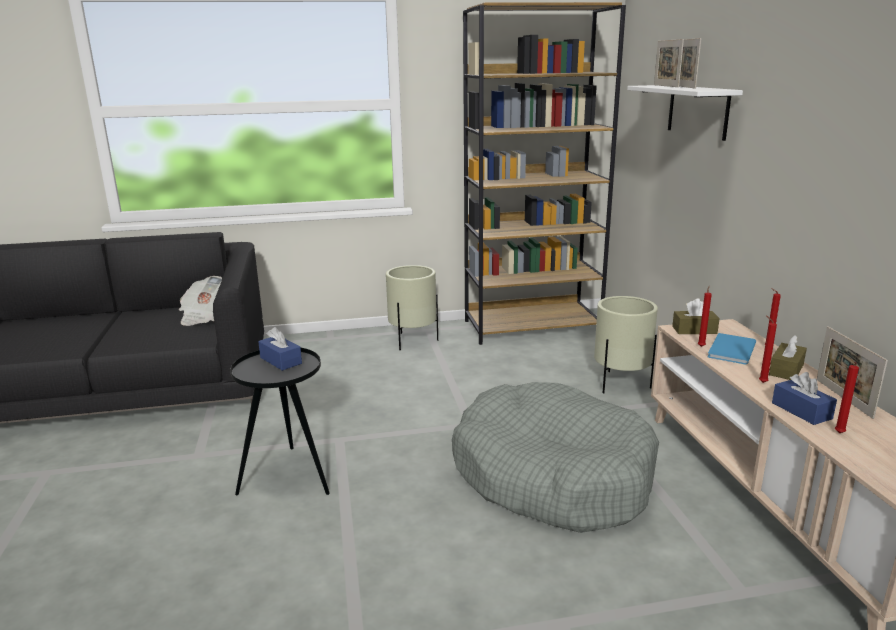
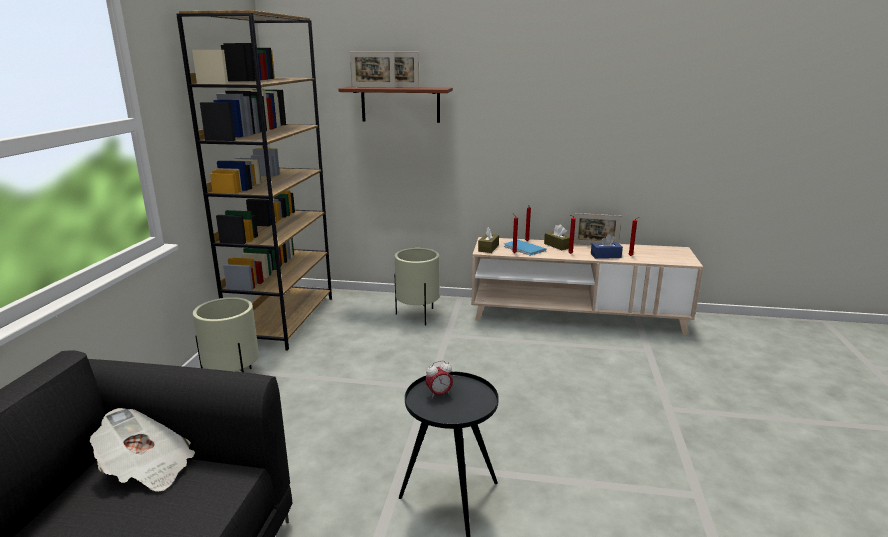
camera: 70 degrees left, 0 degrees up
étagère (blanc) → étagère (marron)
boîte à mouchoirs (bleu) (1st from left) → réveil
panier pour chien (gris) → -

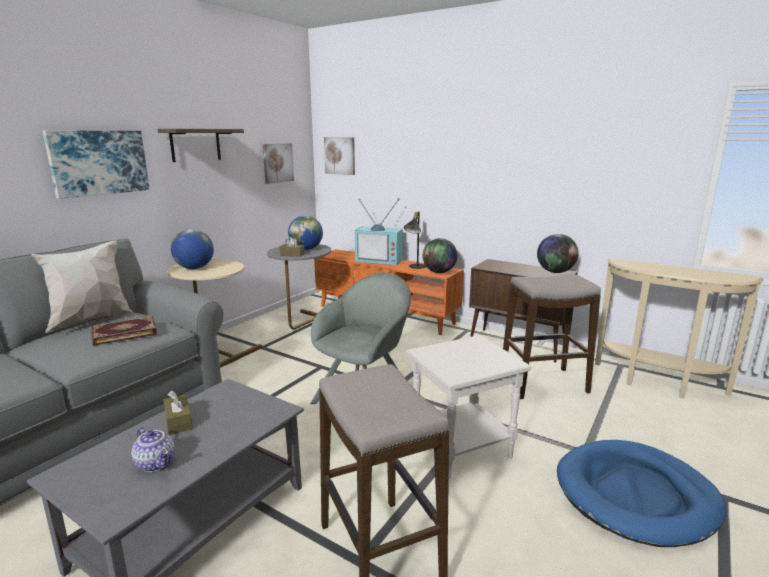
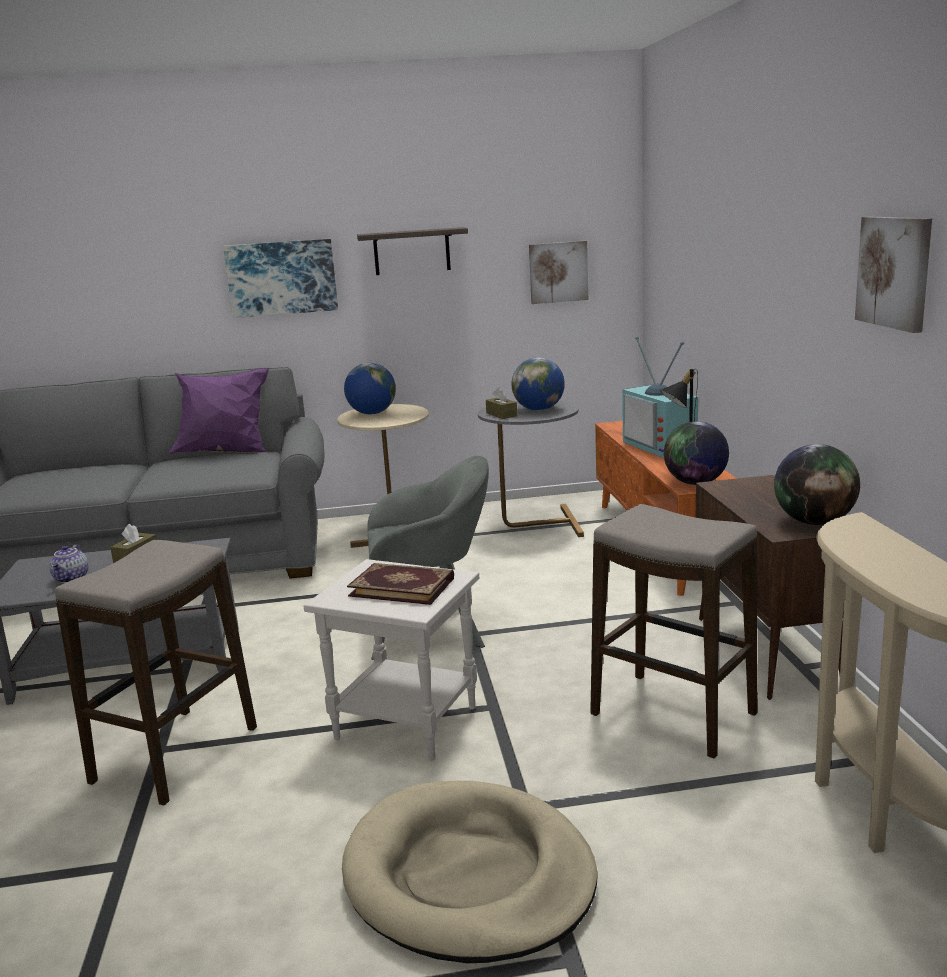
camera: 50 degrees right, 0 degrees up
coussin (blanc) → coussin (violet)
panier pour chien (bleu) → panier pour chien (beige)
livre, move
tableau (3rd from left), move

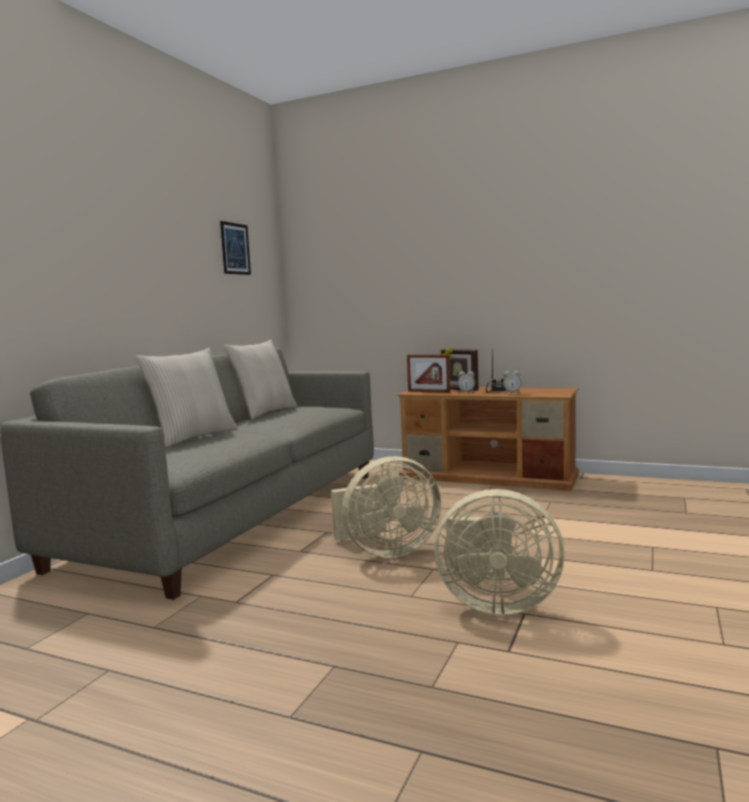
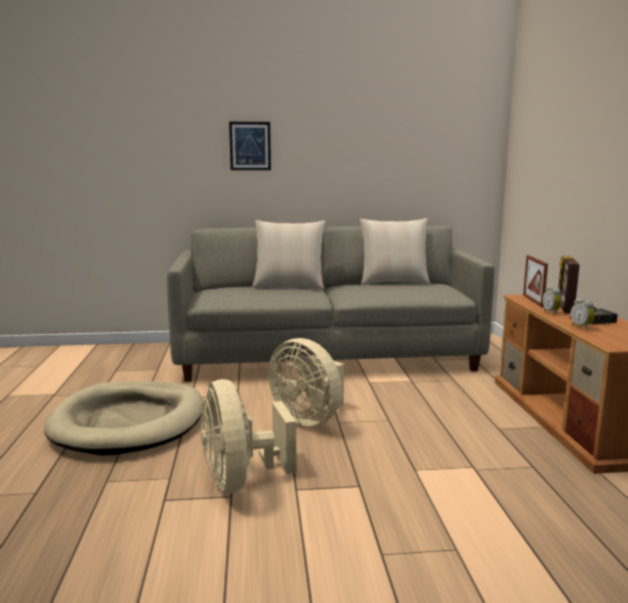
camera: 60 degrees right, 5 degrees up
- → panier pour chien (beige)
tableau, move

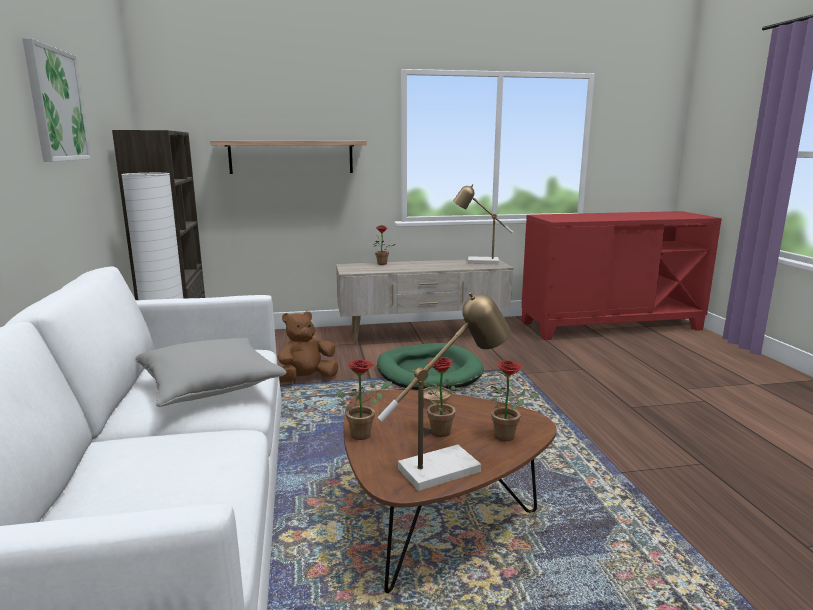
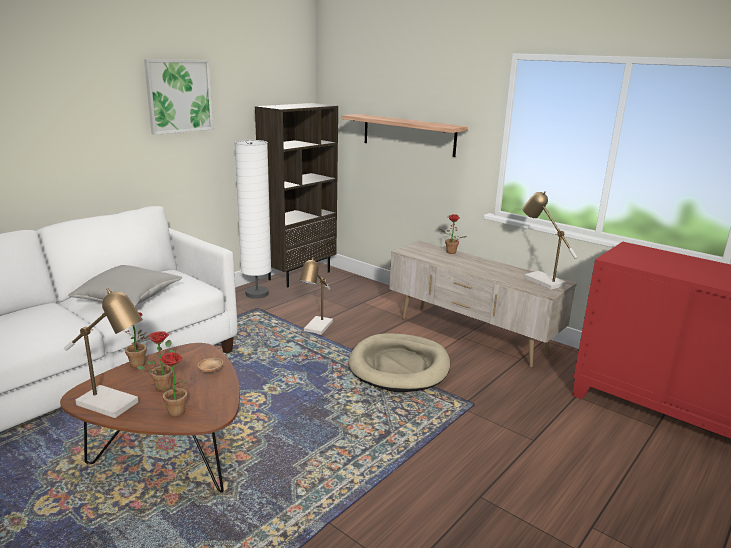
camera: 50 degrees right, 5 degrees up
peluche (marron) → lampe de table (2nd from left)
panier pour chien (vert) → panier pour chien (beige)

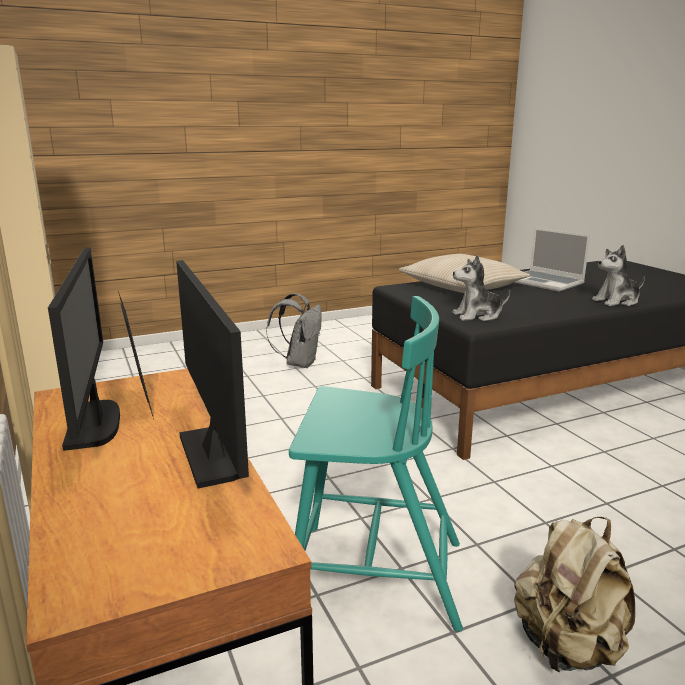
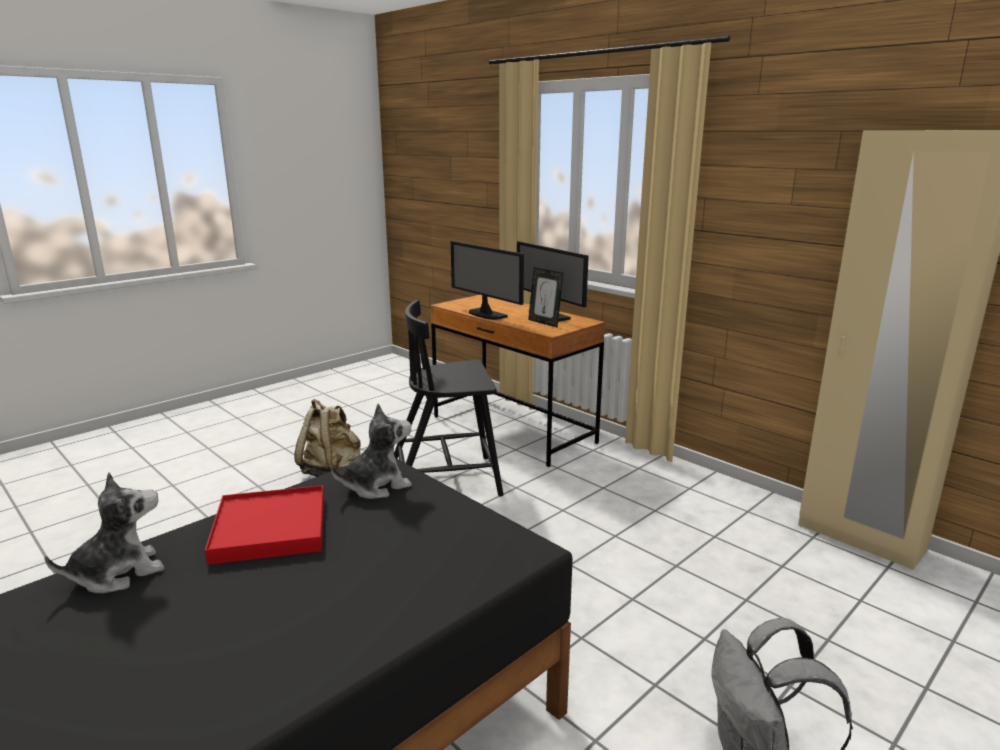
camera: 160 degrees right, 0 degrees up
- → plateau (rouge)
chaise (turquoise) → chaise (noir)
coussin (beige) → -
ordinateur portable → -

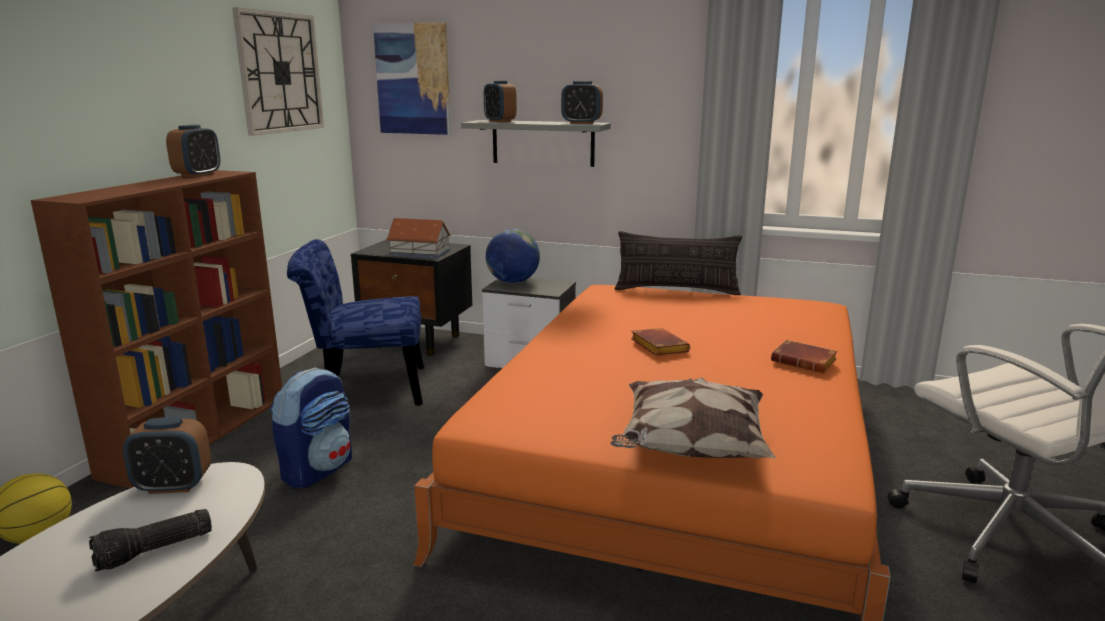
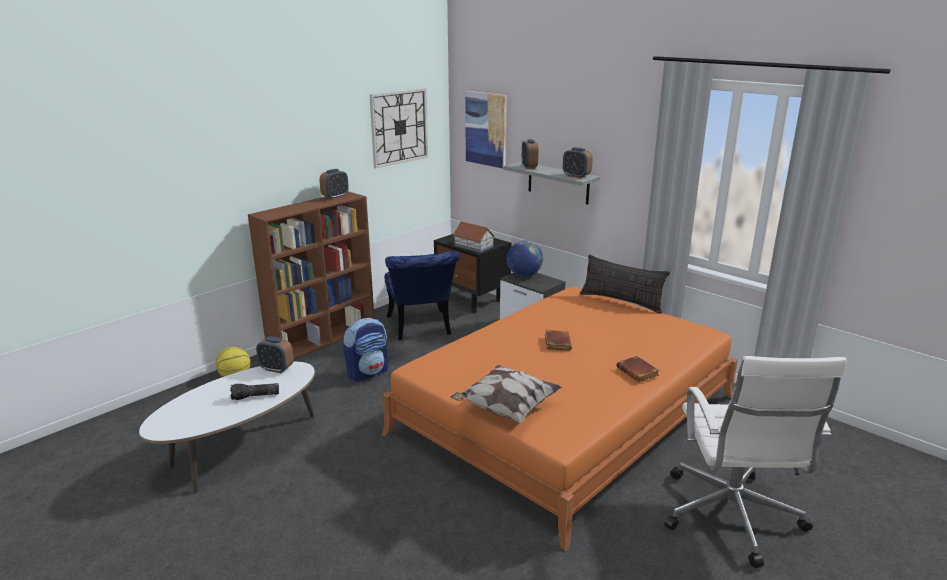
camera: 25 degrees right, 5 degrees up
chaise (bleu), 120 degrees counterclockwise

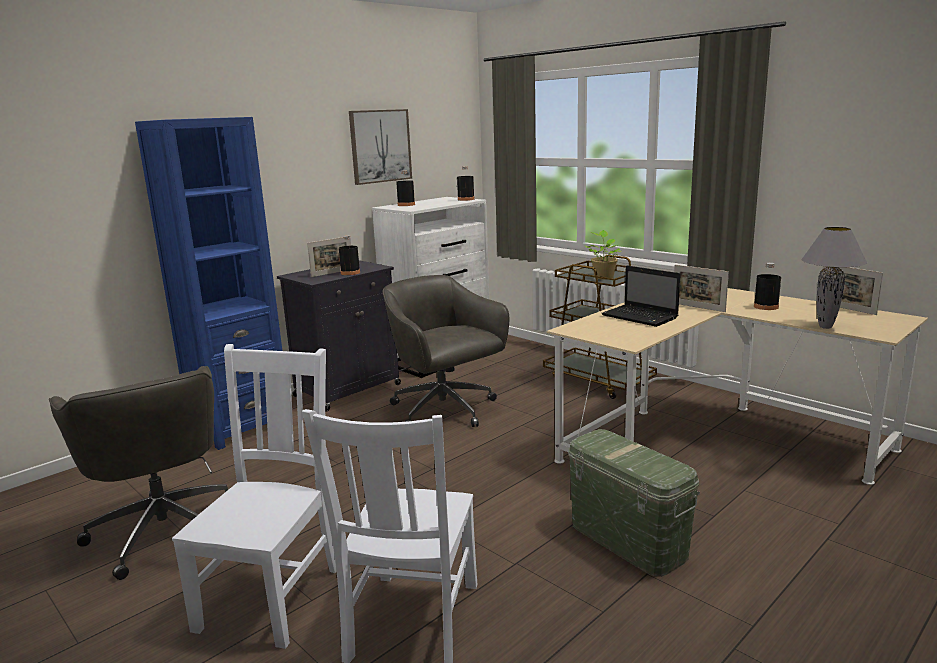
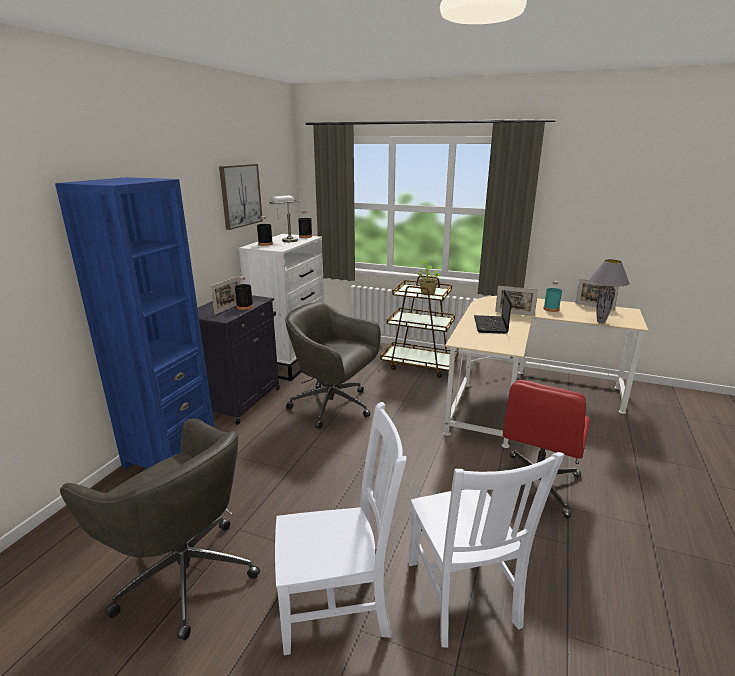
camera: 25 degrees left, 5 degrees up
- → lampe de table (gris) (1st from left)
chaise (blanc) (1st from left), 90 degrees clockwise
ordinateur portable, 75 degrees clockwise
boîte de rangement (vert) → chaise de bureau (rouge)
bouteille (noir) (4th from left) → bouteille (turquoise)

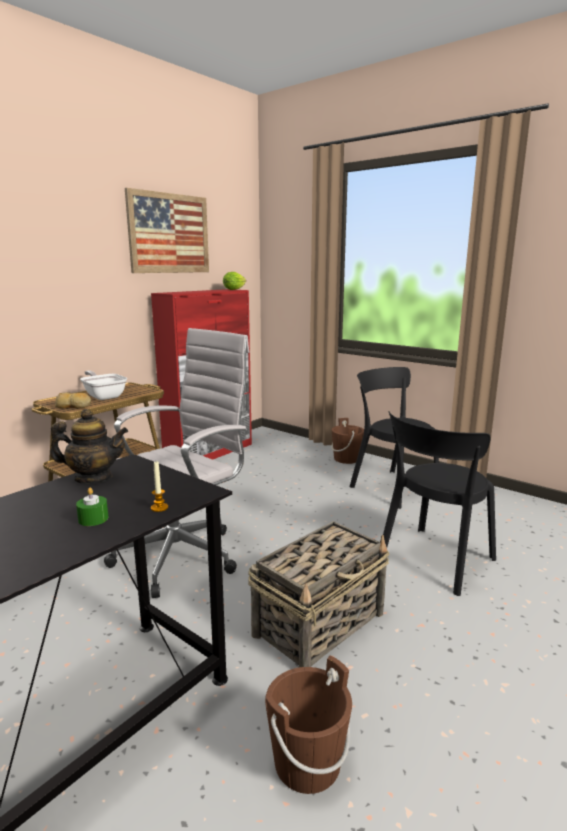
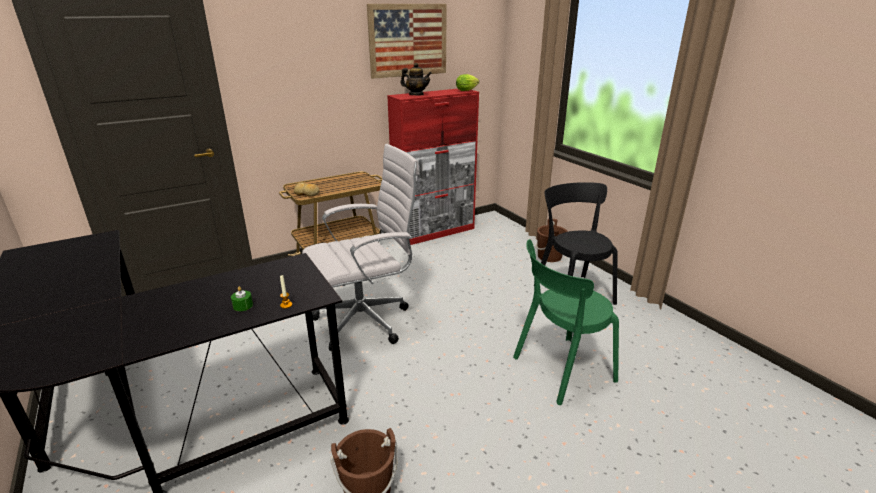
camera: 20 degrees right, 10 degrees up
théière, move
chaise (noir) (2nd from left) → chaise (vert)
poêle → -
panier → -

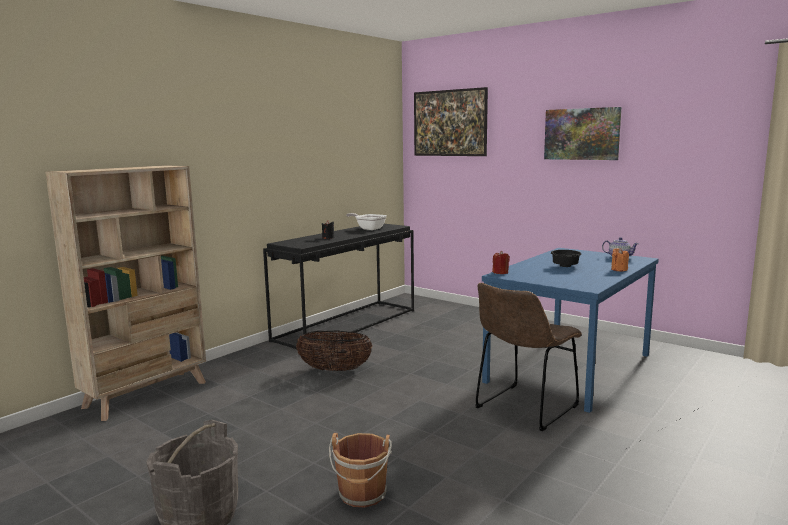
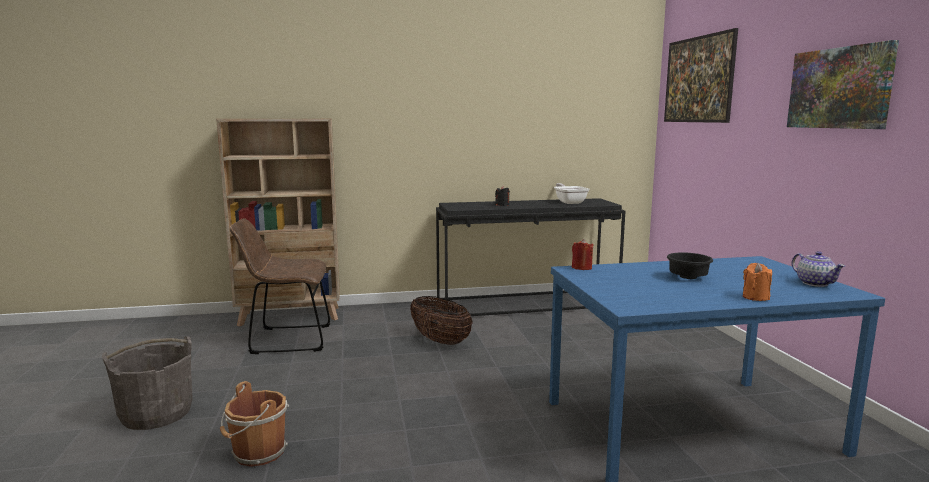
camera: 40 degrees right, 0 degrees up
chaise (marron), move

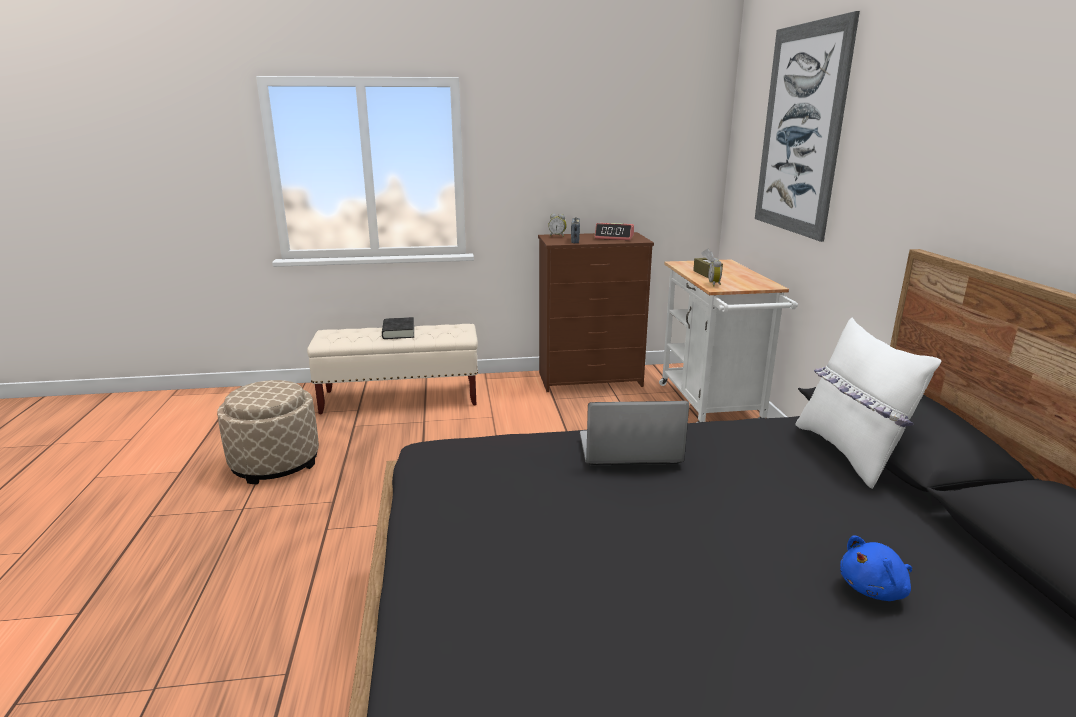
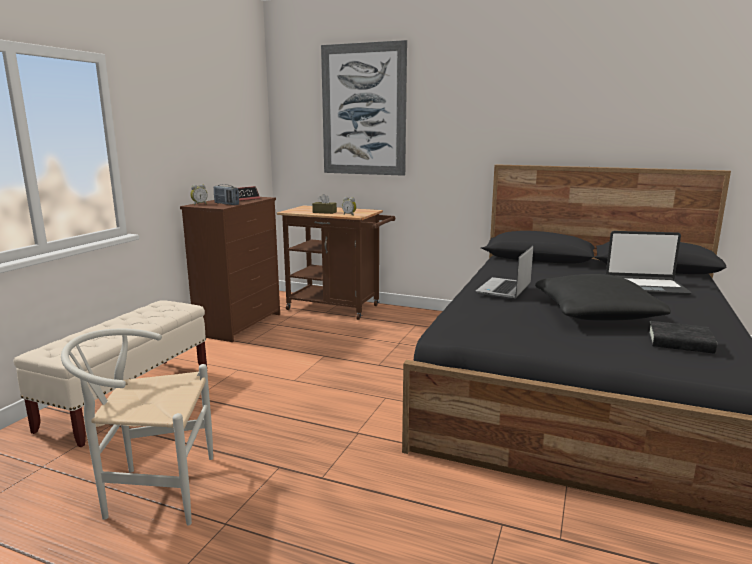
camera: 60 degrees left, 5 degrees down
pouf (beige) → chaise (blanc)
chariot (blanc) → chariot (marron)
- → coussin (noir)
peluche (bleu) → ordinateur portable (2nd from left)
livre (noir), move
coussin (blanc) → -

